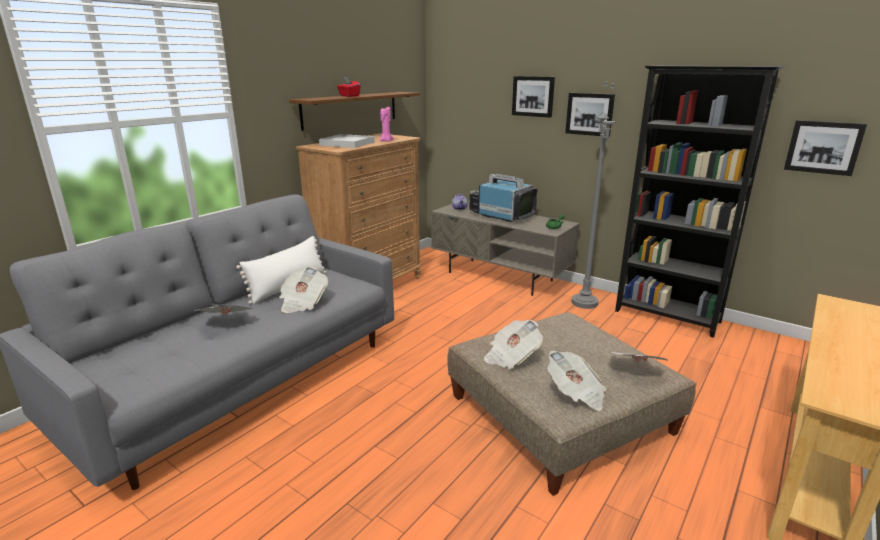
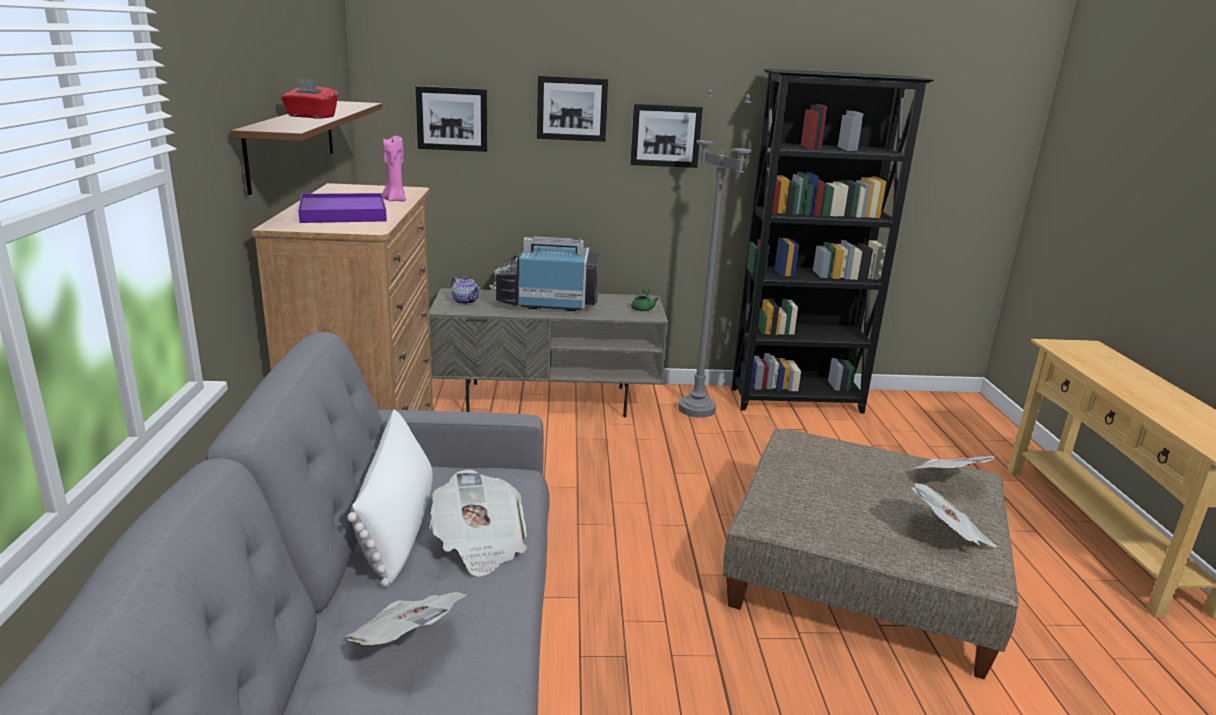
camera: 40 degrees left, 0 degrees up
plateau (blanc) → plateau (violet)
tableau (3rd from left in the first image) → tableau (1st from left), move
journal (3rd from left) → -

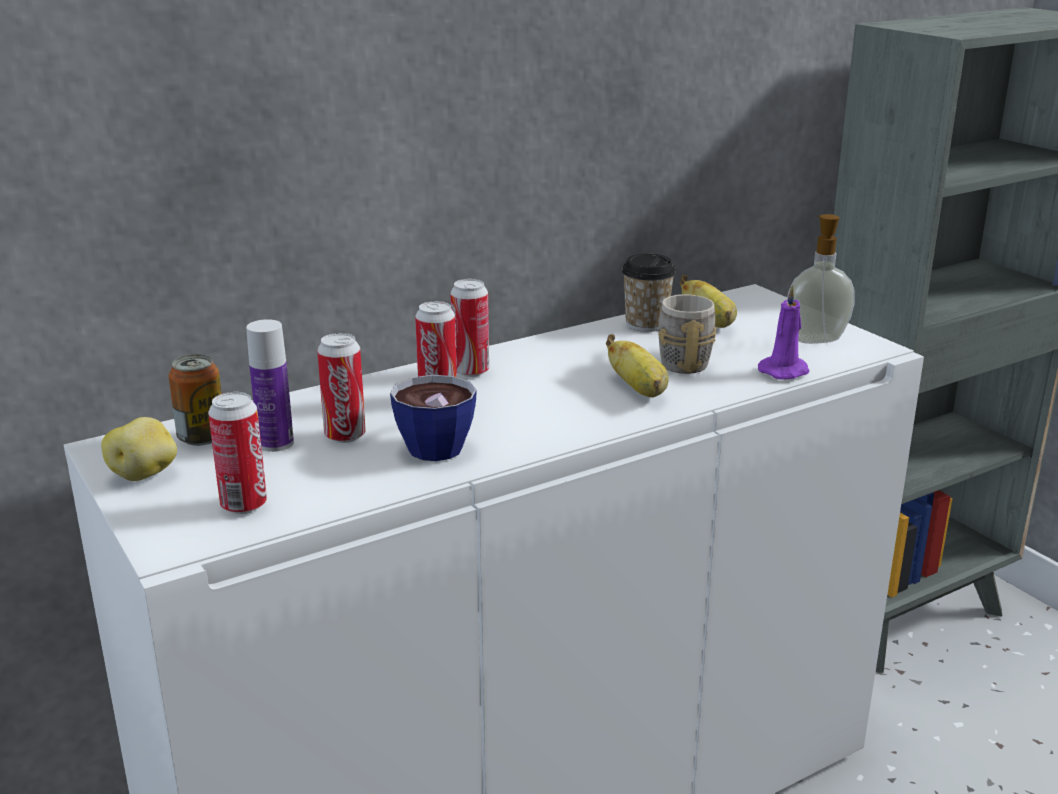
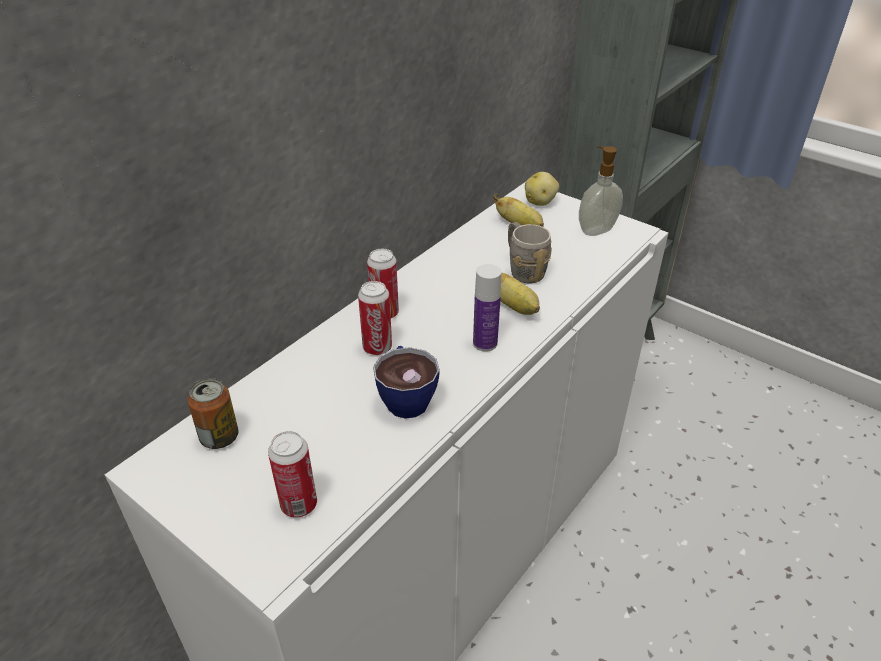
camera: 20 degrees left, 15 degrees up
bouteille, move
pomme de terre, move
boîte métallique (3rd from left) → -
tasse (2nd from left) → -
bougie (violet) → -

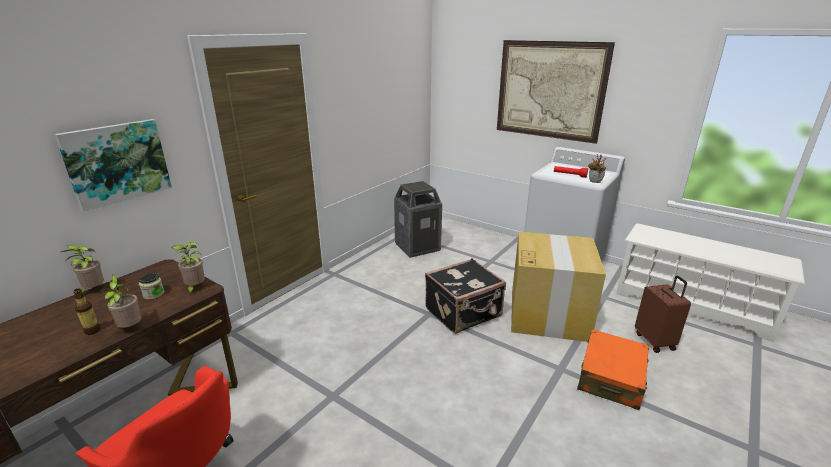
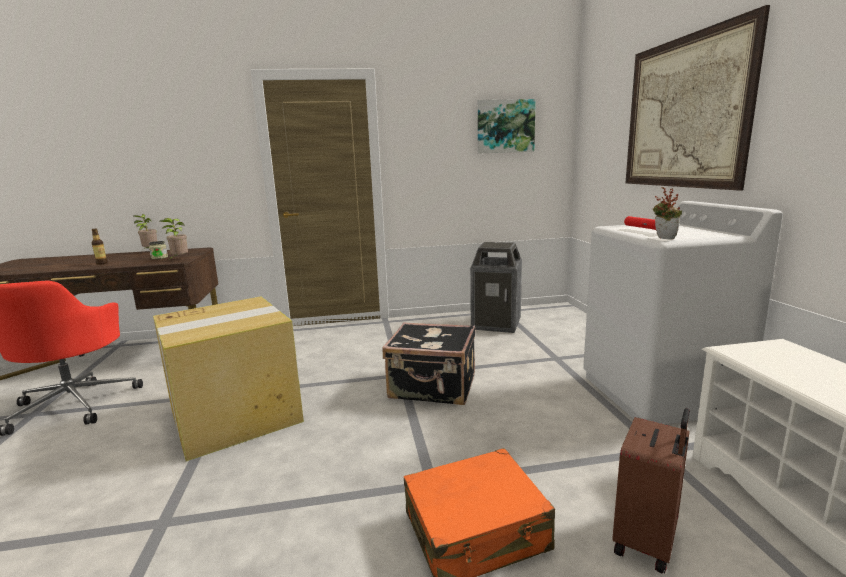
camera: 45 degrees right, 10 degrees down
carton, move
tableau (1st from left), move
plante en pot (2nd from left) → -

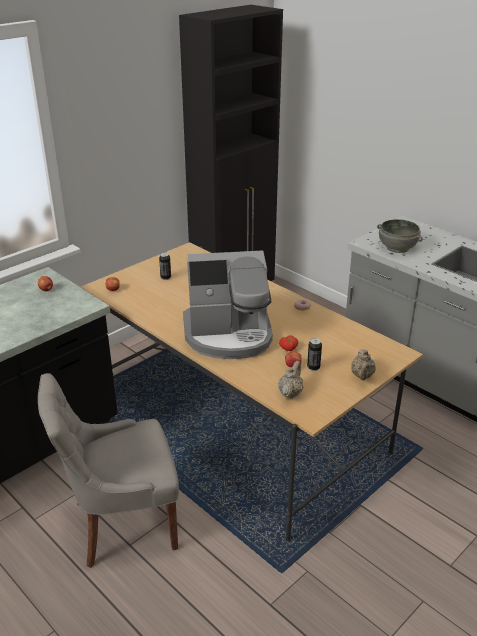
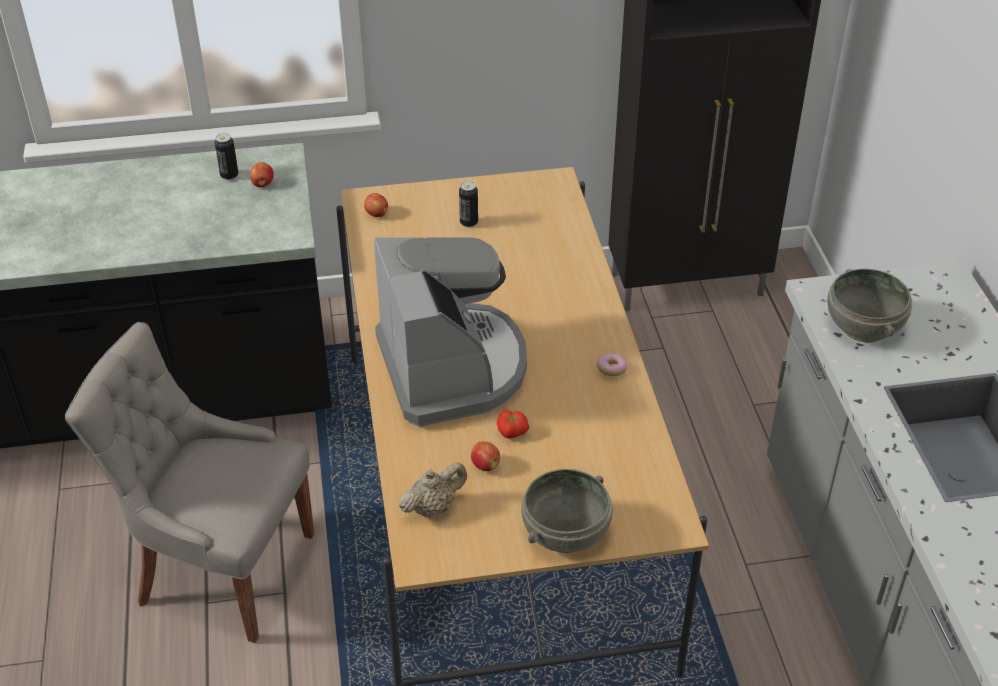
camera: 35 degrees right, 10 degrees up
boîte métallique (2nd from left in the first image) → boîte métallique (1st from left), move
machine à café, 135 degrees counterclockwise
théière (beige) (2nd from left) → bol (gris) (1st from left)

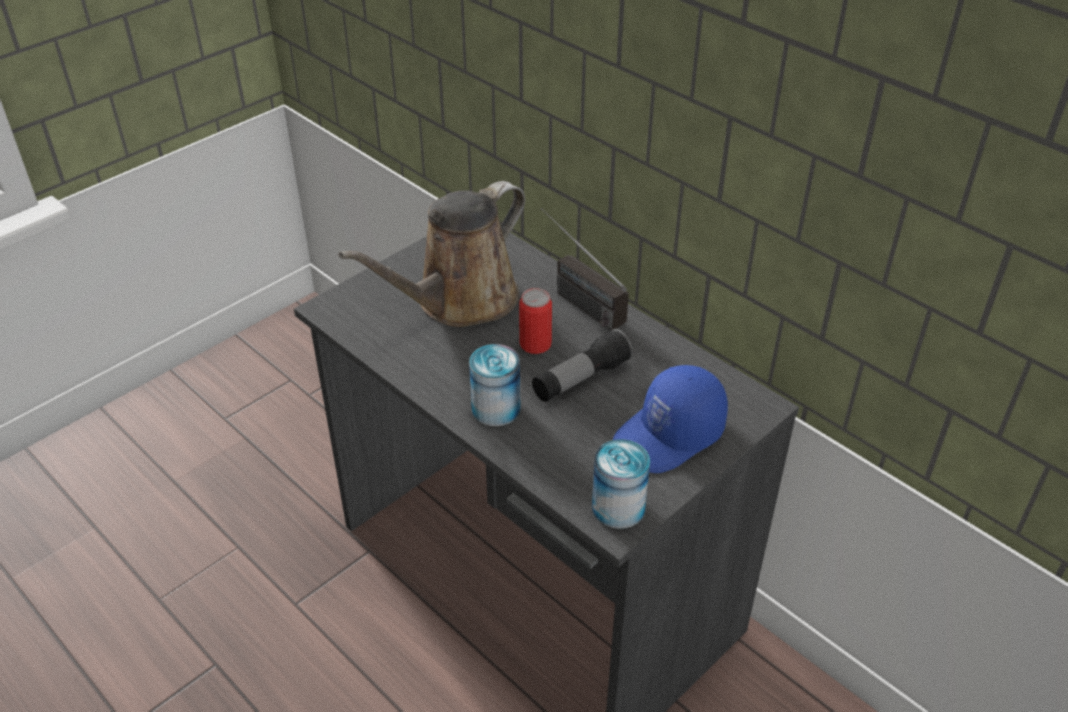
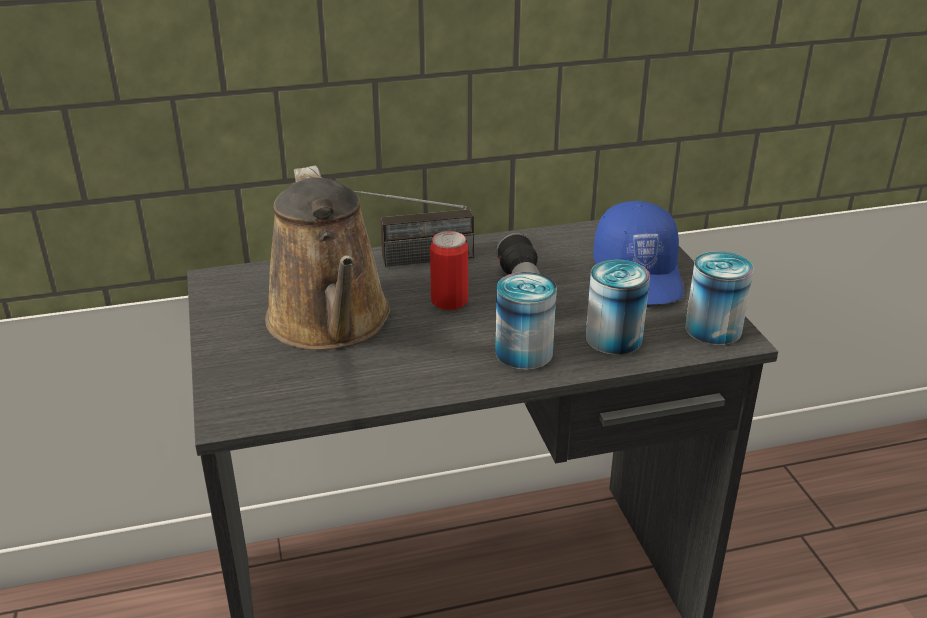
camera: 60 degrees left, 10 degrees down
- → boîte métallique (3rd from left)

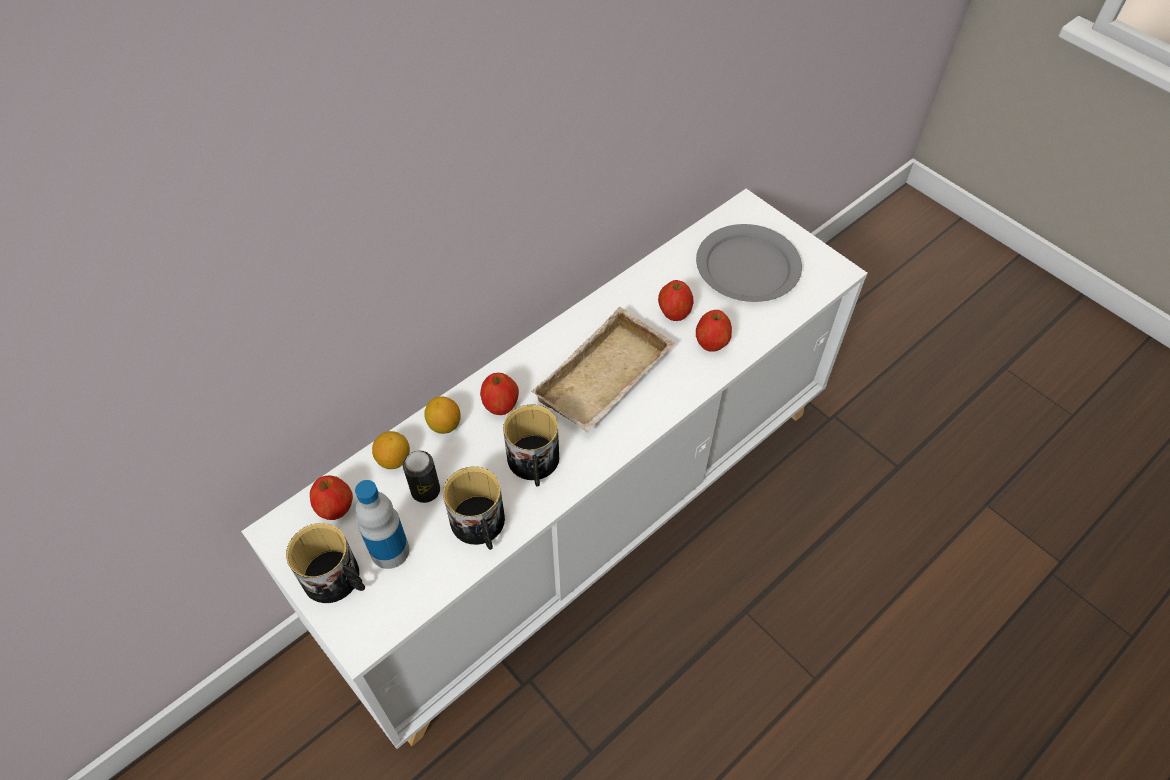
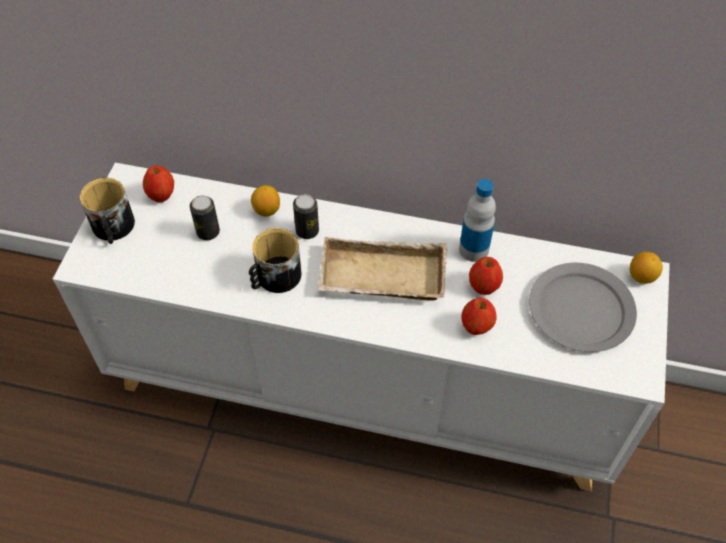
camera: 55 degrees right, 0 degrees up
pomme (2nd from left) → boîte métallique (2nd from left)
bouteille, move
citron (1st from left in the first image) → citron (2nd from left), move
mug (2nd from left) → -

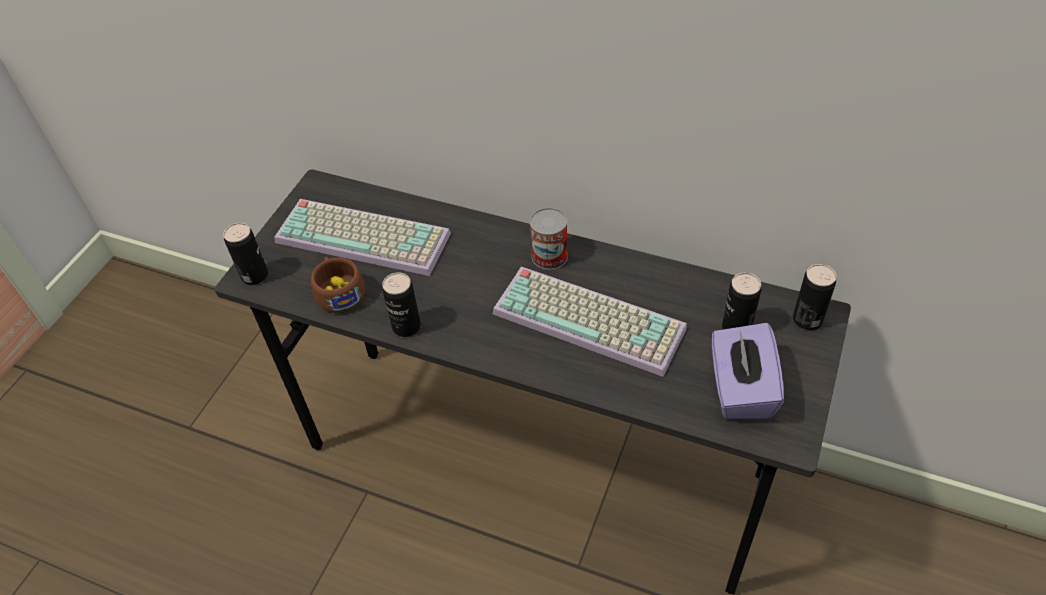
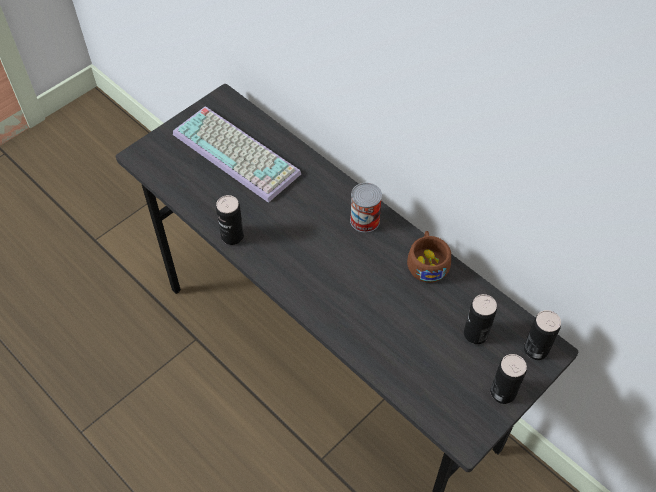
camera: 20 degrees right, 5 degrees up
tasse (marron), move
boîte métallique (1st from left in the first image) → boîte métallique (4th from left), move
clavier (2nd from left) → -
boîte à mouchoirs (violet) → -

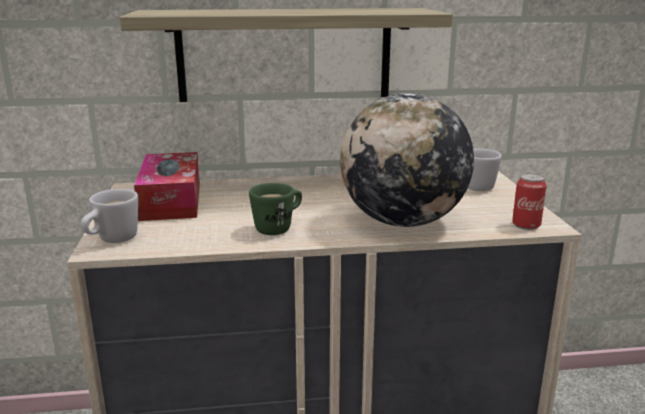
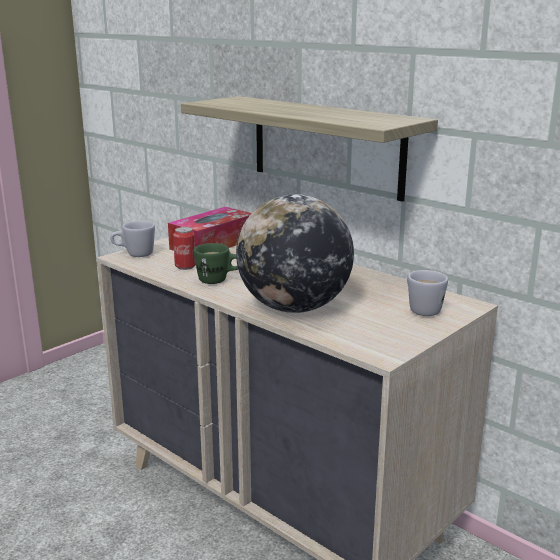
camera: 50 degrees right, 0 degrees up
boîte métallique, move

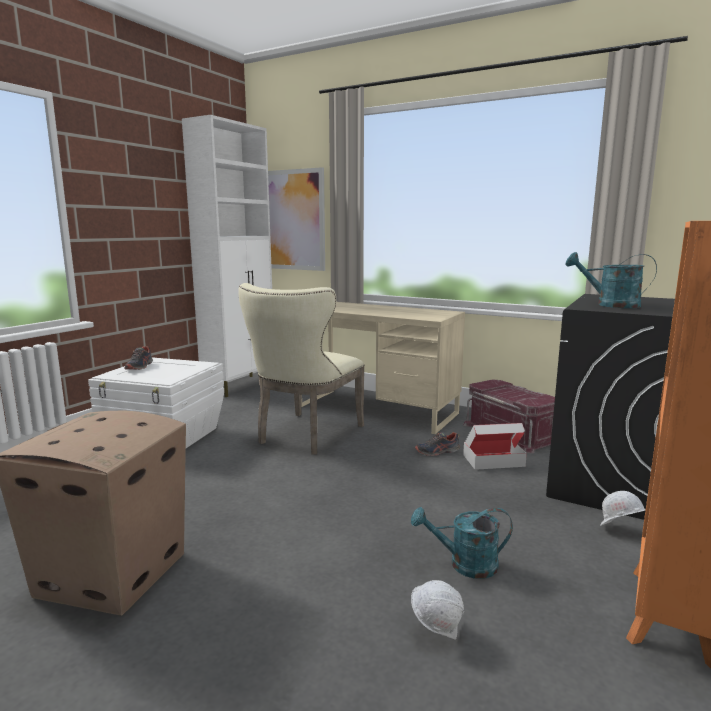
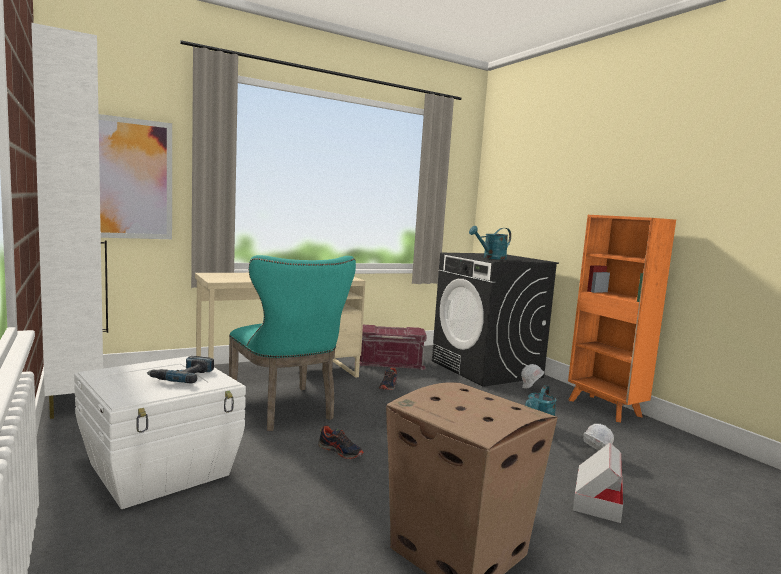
camera: 60 degrees left, 5 degrees down
- → perceuse
chaise (beige) → chaise (turquoise)
chaussure (1st from left), move
carton (2nd from left), move

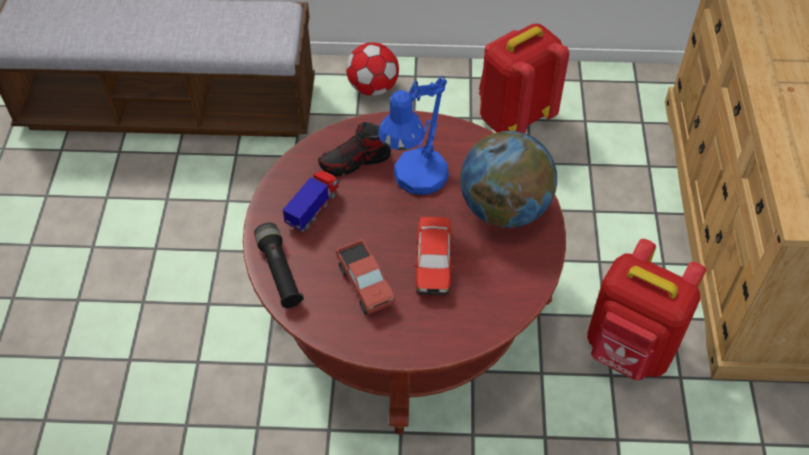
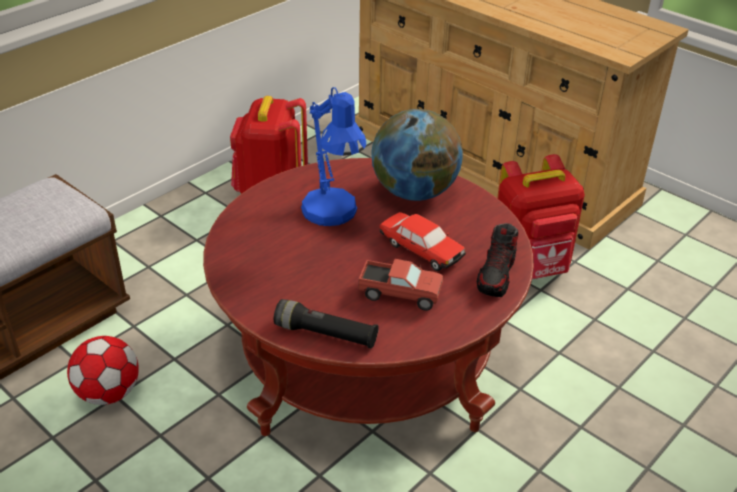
camera: 50 degrees left, 15 degrees down
ballon de foot, move
chaussure, move
camion jouet (1st from left) → -

